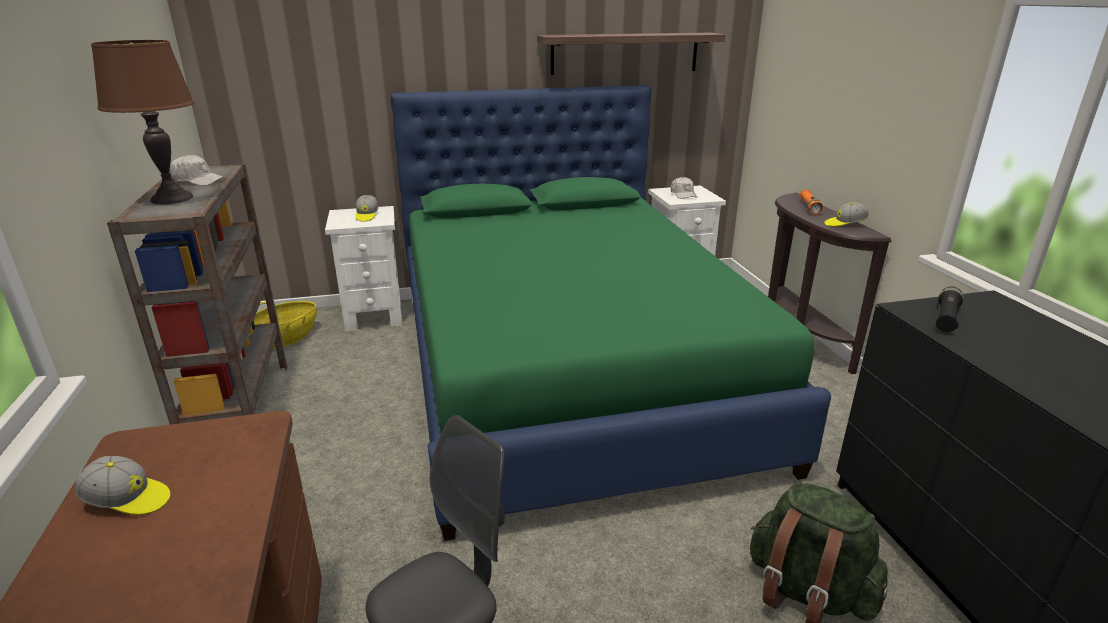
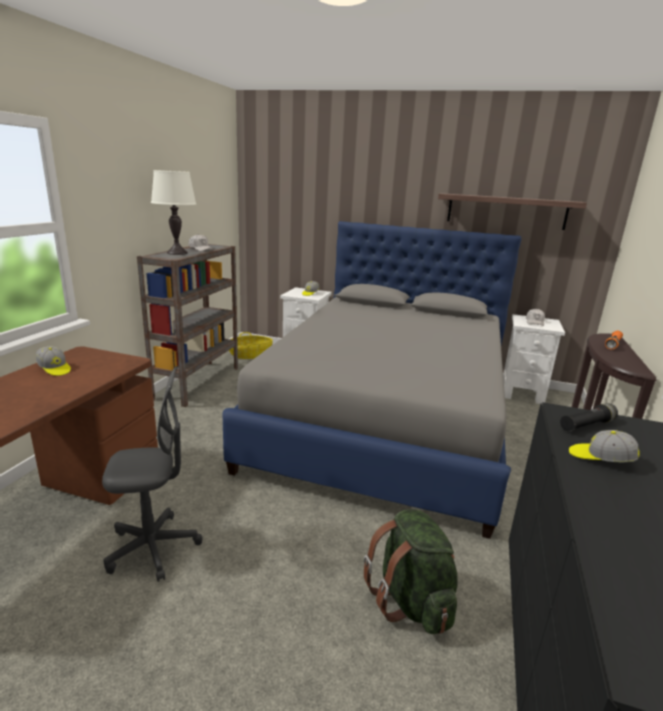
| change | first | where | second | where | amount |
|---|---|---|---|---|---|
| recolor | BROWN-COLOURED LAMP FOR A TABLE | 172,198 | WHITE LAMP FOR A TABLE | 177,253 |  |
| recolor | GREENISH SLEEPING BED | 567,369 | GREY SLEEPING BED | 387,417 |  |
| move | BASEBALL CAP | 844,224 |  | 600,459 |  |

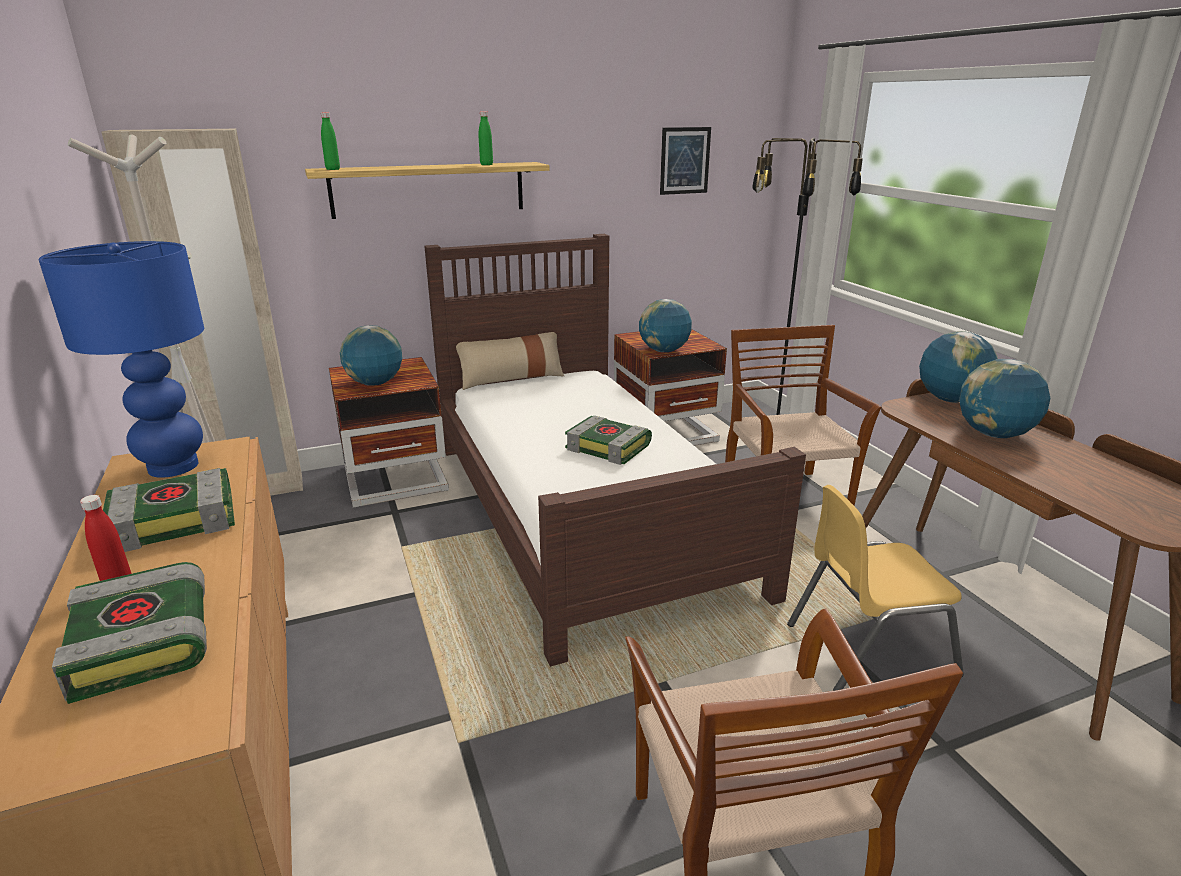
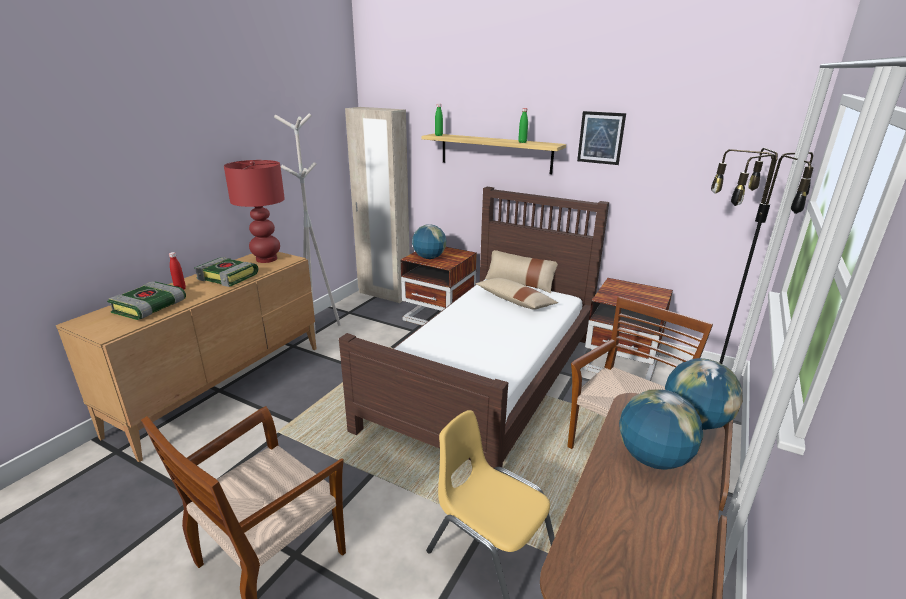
| change | first | where | second | where | amount |
|---|---|---|---|---|---|
| recolor | BLUE LAMP FOR A TABLE | 172,466 | REDDISH LAMP FOR A TABLE | 266,259 |  |
| delete | BOOK | 609,447 |  |  |  |
| delete | GLOBE | 664,351 |  |  |  |
| move | WALL PICTURE | 685,161 |  | 601,138 |  |
| insert |  |  | BEIGE-COLOURED CUSHION | 515,301 |  |

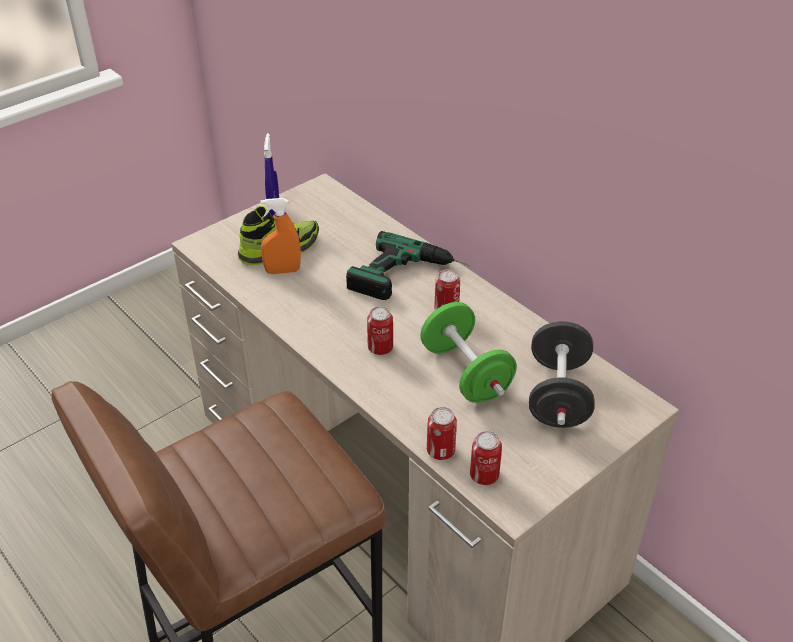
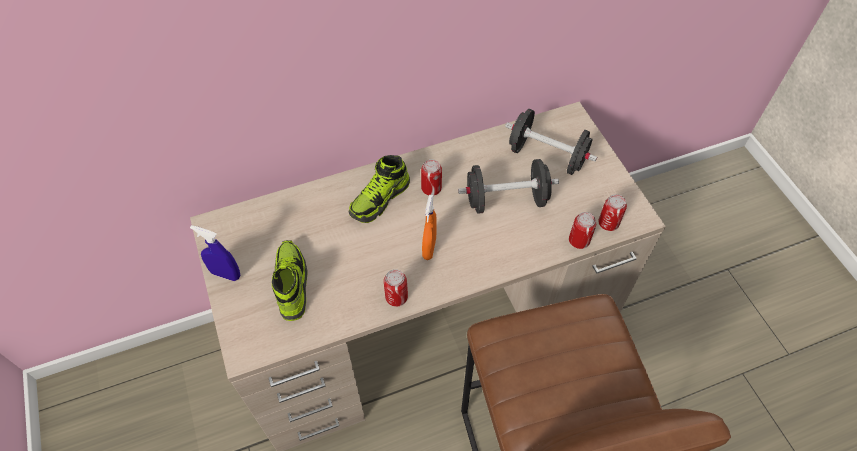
| change | first | where | second | where | amount |
|---|---|---|---|---|---|
| move | ORANGE SPRAYER | 282,271 |  | 429,248 |  |
| replace | ELECTRIC DRILL | 410,277 | LOW SHOE | 380,199 |  |
| move | SEALED CAN | 380,348 |  | 396,297 |  |
| recolor | GREENISH DUMBBELL | 466,373 | BLACK-COLOURED DUMBBELL | 506,200 |  |

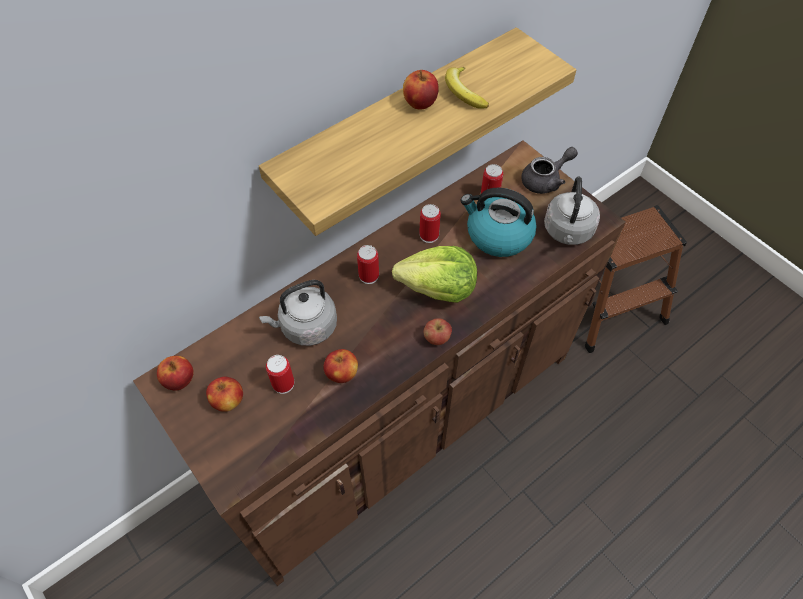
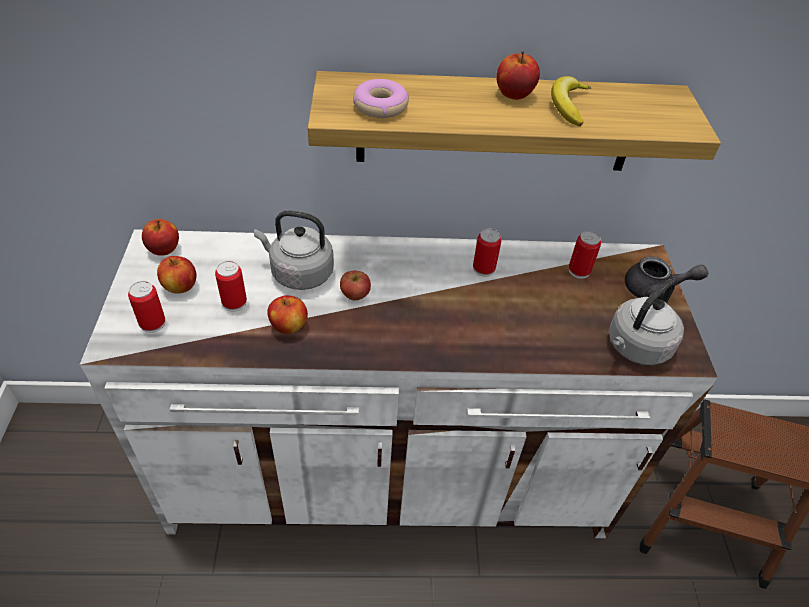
| change | first | where | second | where | amount |
|---|---|---|---|---|---|
| recolor | BROWN-COLOURED CABINET | 402,420 | WHITE CABINET | 393,477 |  |
| move | SEALED CAN | 369,276 |  | 152,323 |  |
| delete | LETTUCE | 438,288 |  |  |  |
| move | APPLE FRUIT | 436,338 |  | 355,295 |  |
| delete | TEA KETTLE | 497,235 |  |  |  |
| insert |  |  | RING DOUGHNUT | 380,106 |  |

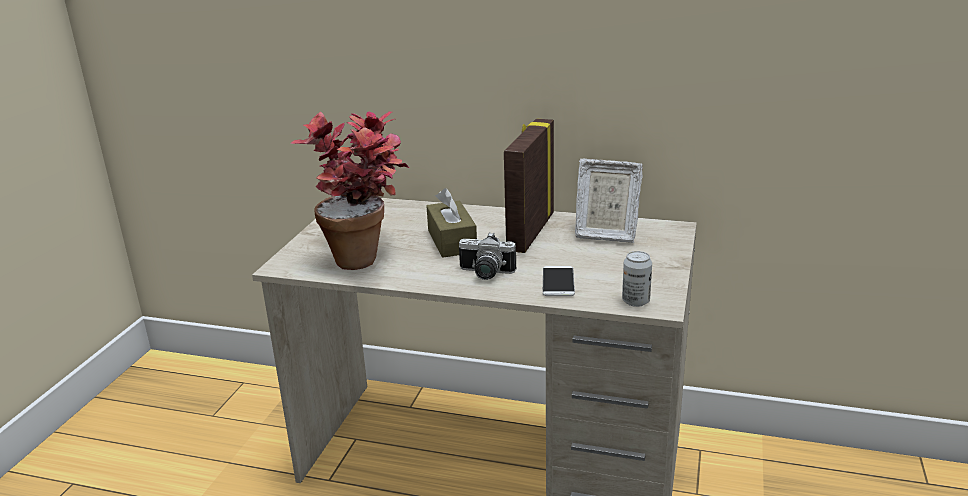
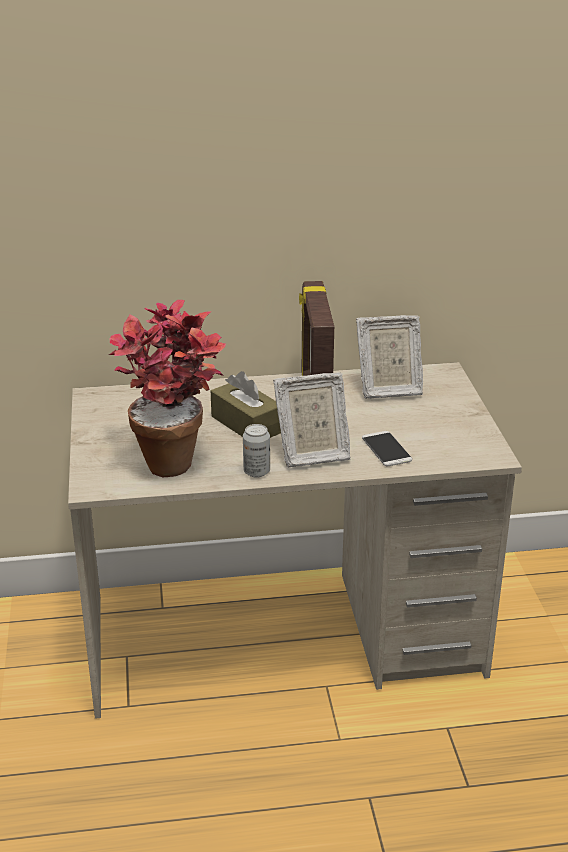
| change | first | where | second | where | amount |
|---|---|---|---|---|---|
| replace | STILL CAMERA | 485,274 | PHOTO FRAME | 311,454 |  |
| move | SEALED CAN | 635,301 |  | 256,472 |  |

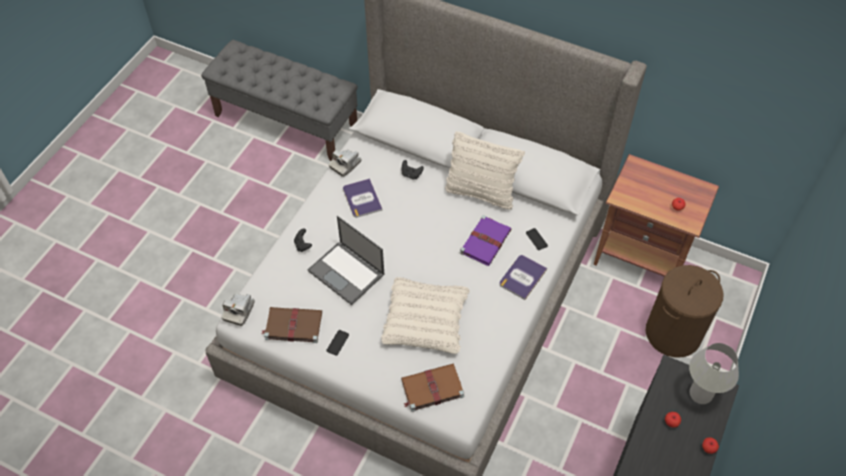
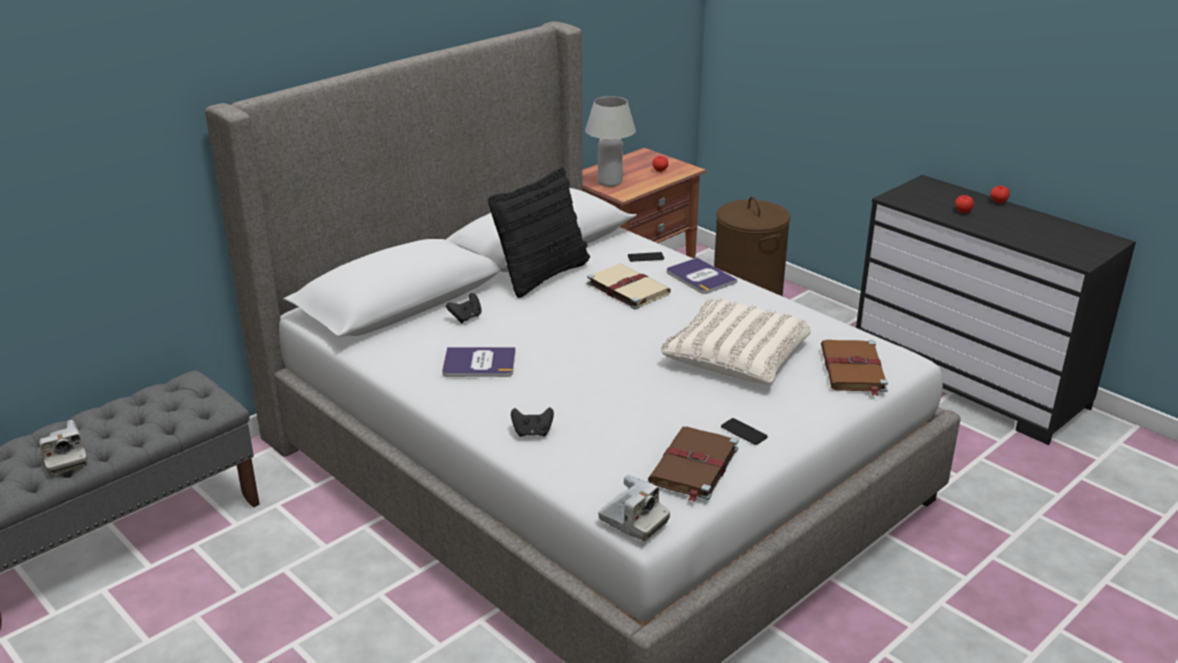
| change | first | where | second | where | amount |
|---|---|---|---|---|---|
| delete | NOTEBOOK COMPUTER | 347,273 |  |  |  |
| move | STILL CAMERA | 345,165 |  | 65,459 |  |
| recolor | BEIGE-COLOURED CUSHION | 481,192 | BLACK-COLOURED CUSHION | 542,276 |  |
| recolor | PURPLISH BOOK | 486,241 | BEIGE-COLOURED BOOK | 626,288 |  |
| move | WHITE LAMP FOR A TABLE | 700,394 |  | 609,182 |  |

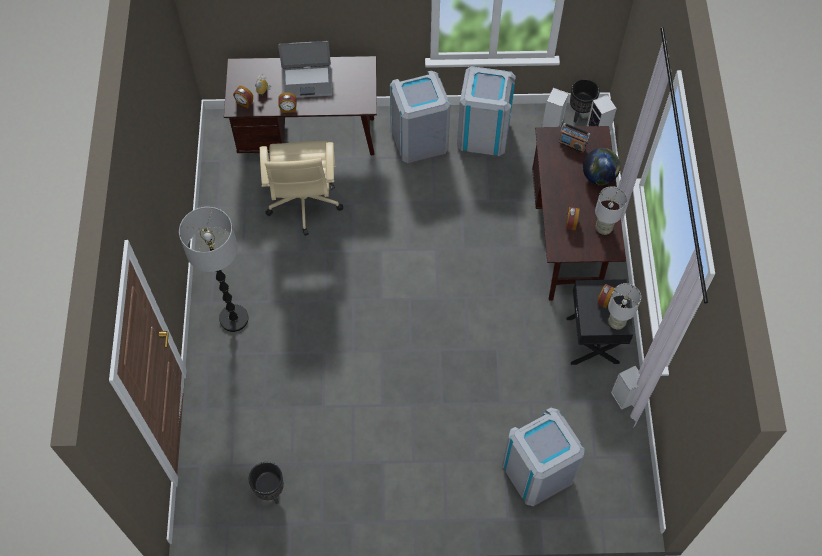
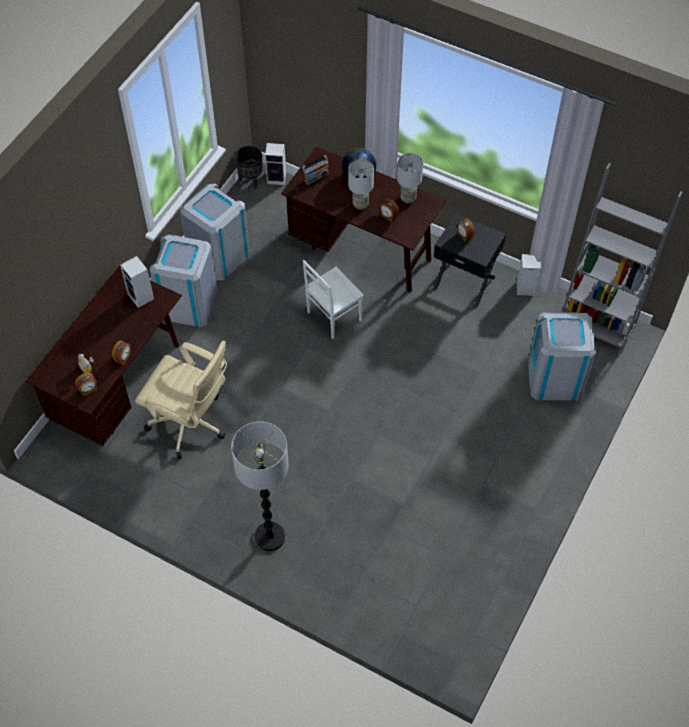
| change | first | where | second | where | amount |
|---|---|---|---|---|---|
| delete | BLACK-COLOURED PLANTER | 270,491 |  |  |  |
| delete | NOTEBOOK COMPUTER | 307,82 |  |  |  |
| move | SPEAKER | 552,124 |  | 141,297 |  |
| move | GREY LAMP FOR A TABLE | 616,323 |  | 360,204 |  |
| insert |  |  | WHITE PLAIN CHAIR | 333,316 |  |
| insert |  |  | GREY SHELVING UNIT | 596,325 |  |

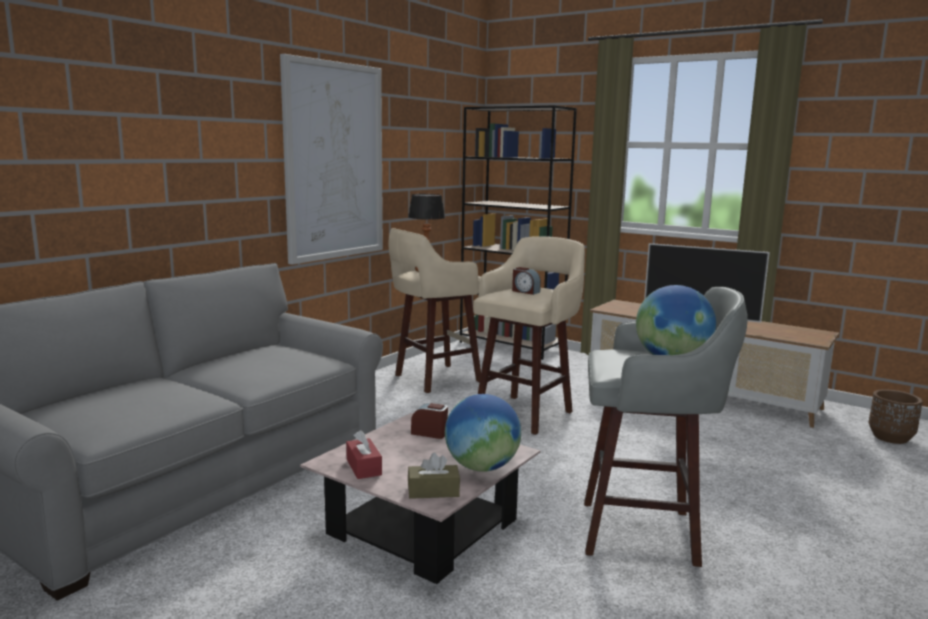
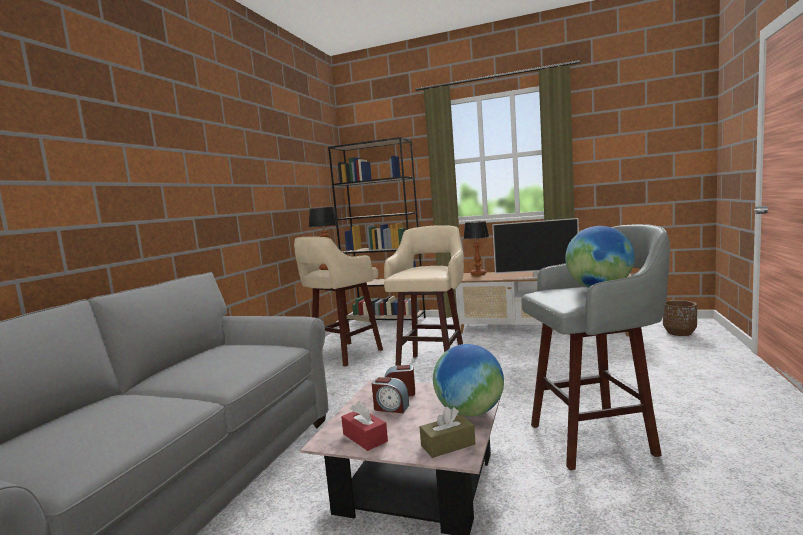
| change | first | where | second | where | amount |
|---|---|---|---|---|---|
| delete | WALL PICTURE | 334,162 |  |  |  |
| move | BEDSIDE CLOCK | 525,291 |  | 391,408 |  |
| insert |  |  | LAMP FOR A TABLE | 478,274 |  |

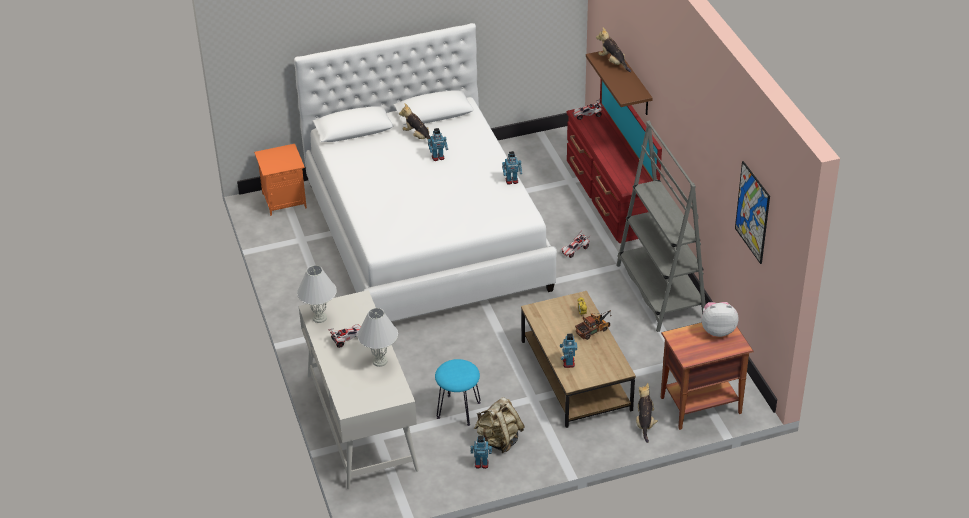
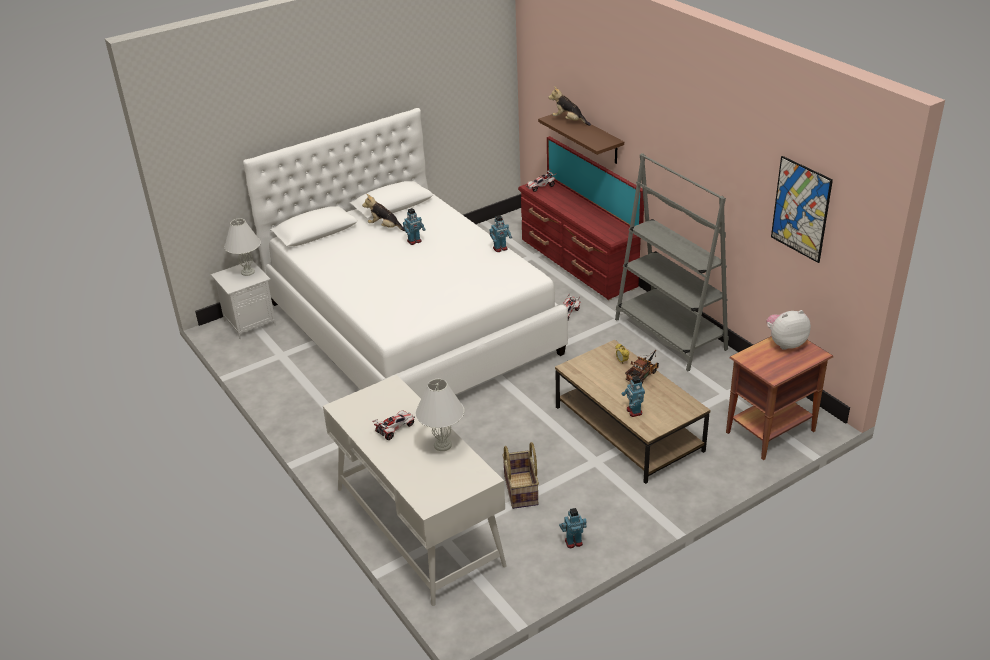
| change | first | where | second | where | amount |
|---|---|---|---|---|---|
| recolor | ORANGE NIGHT TABLE | 285,200 | GREY NIGHT TABLE | 250,322 |  |
| move | WHITE LAMP FOR A TABLE | 319,317 |  | 247,272 |  |
| replace | BLUE-GREEN STOOL | 458,410 | STORAGE BASKET | 521,490 |  |
| delete | BEIGE-COLOURED BACKPACK | 499,440 |  |  |  |
| delete | PLUSH TOY | 644,423 |  |  |  |

